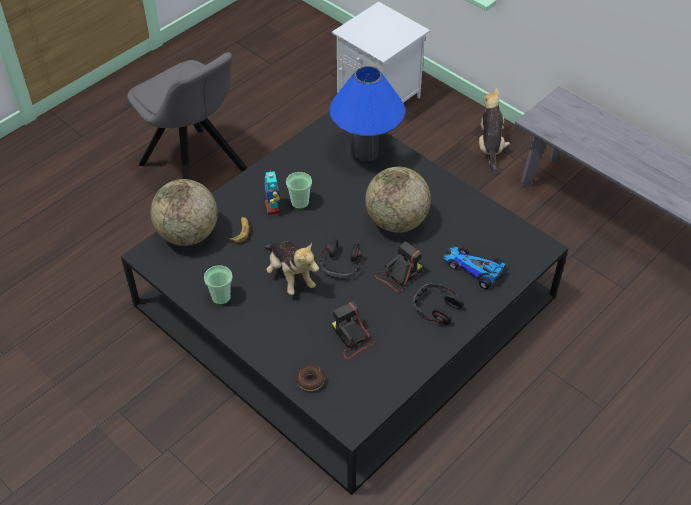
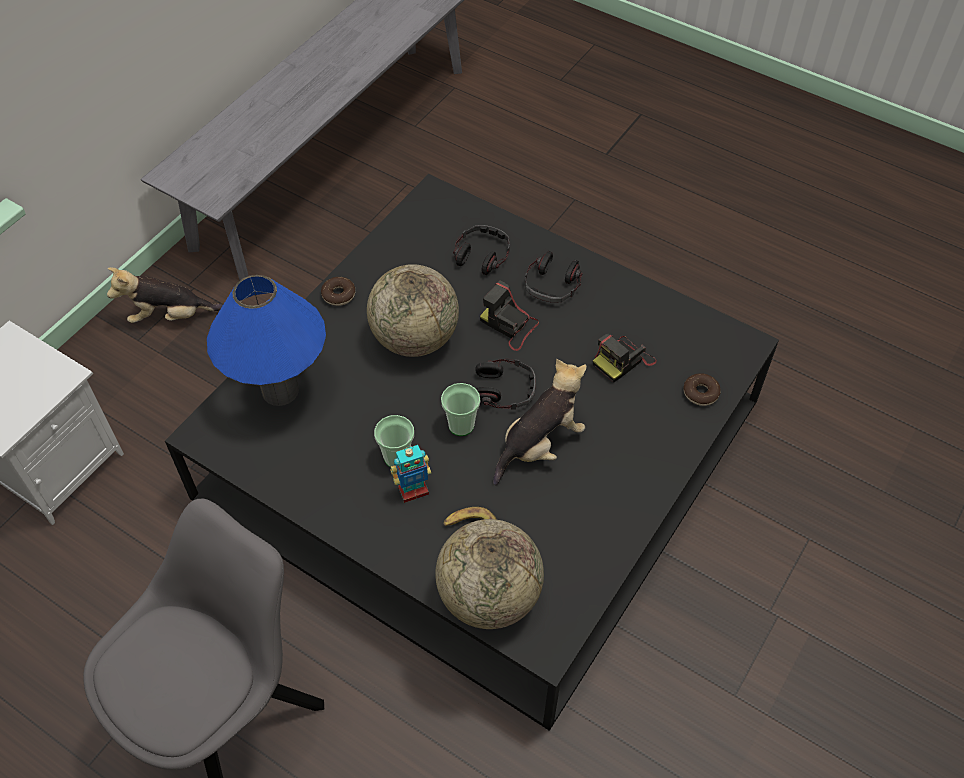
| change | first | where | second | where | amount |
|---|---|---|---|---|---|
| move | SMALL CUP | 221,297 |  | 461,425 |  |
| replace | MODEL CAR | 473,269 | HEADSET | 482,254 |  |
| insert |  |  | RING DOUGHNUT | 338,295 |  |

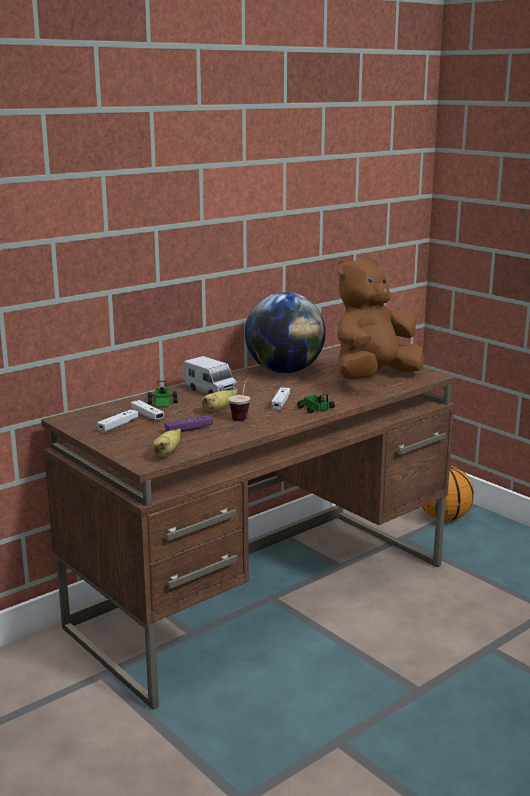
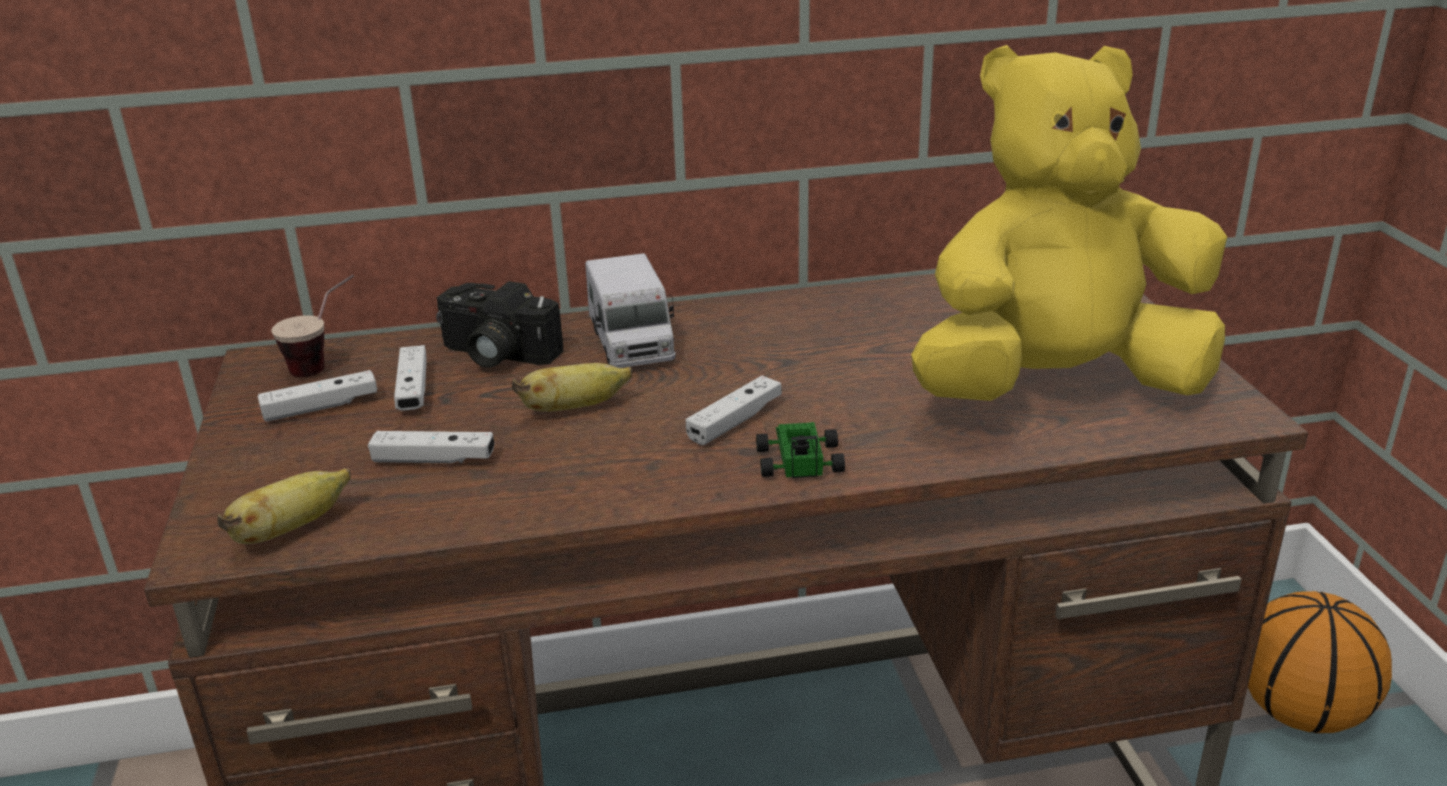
| change | first | where | second | where | amount |
|---|---|---|---|---|---|
| replace | MODEL CAR | 162,402 | STILL CAMERA | 495,355 |  |
| recolor | PURPLISH JOYPAD | 189,429 | WHITE JOYPAD | 434,459 |  |
| move | SMALL CUP | 242,416 |  | 326,363 |  |
| delete | GLOBE | 284,371 |  |  |  |
| recolor | BROWN-COLOURED PLUSH TOY | 373,378 | YELLOW-COLOURED PLUSH TOY | 1057,387 |  |

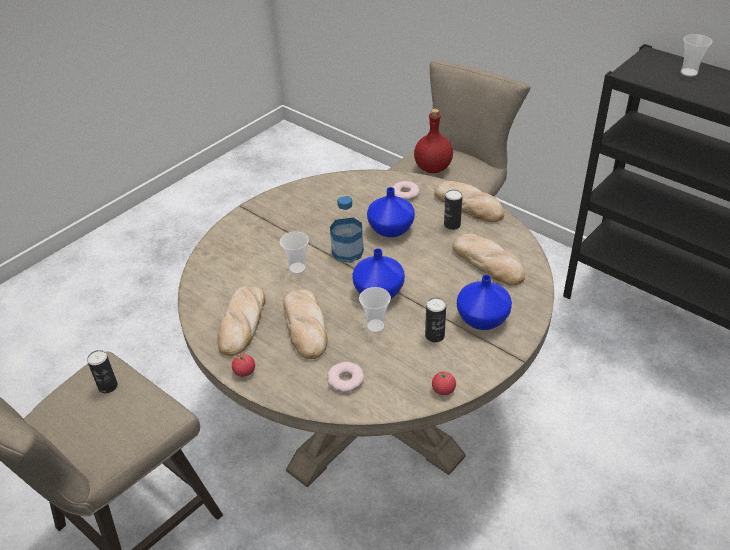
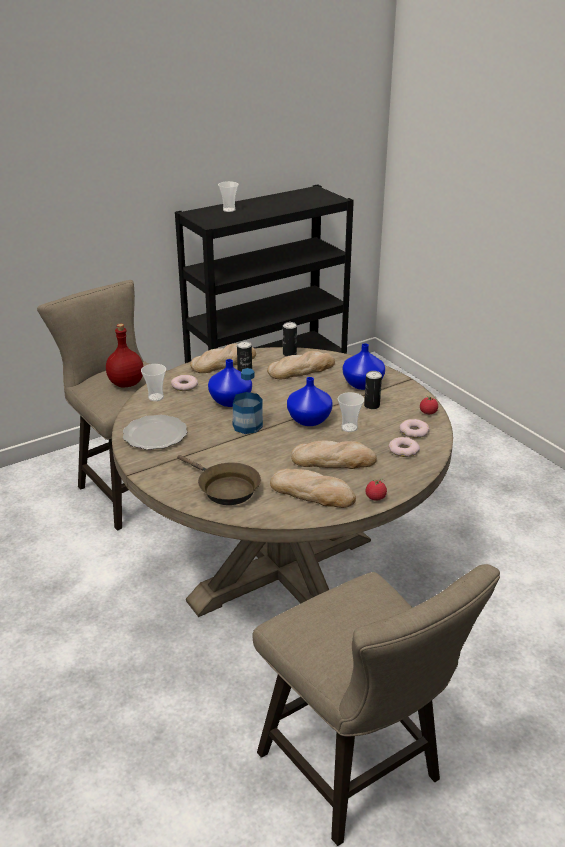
| change | first | where | second | where | amount |
|---|---|---|---|---|---|
| move | SEALED CAN | 108,386 |  | 289,354 |  |
| move | SMALL CUP | 297,268 |  | 156,397 |  |
| insert |  |  | FLAT DISH | 156,435 |  |
| insert |  |  | BROWN-COLOURED FRYING PAN | 225,488 |  |
| insert |  |  | RING DOUGHNUT | 414,431 |  |

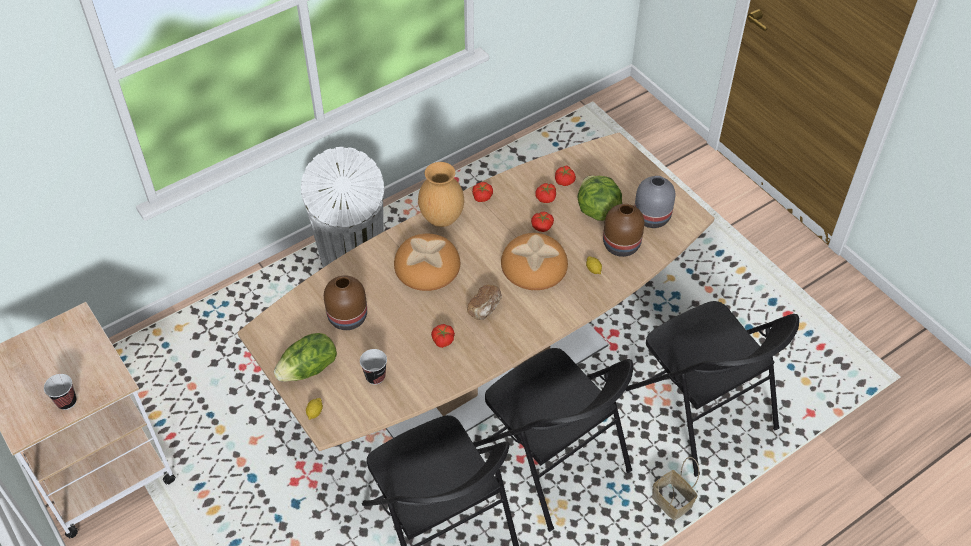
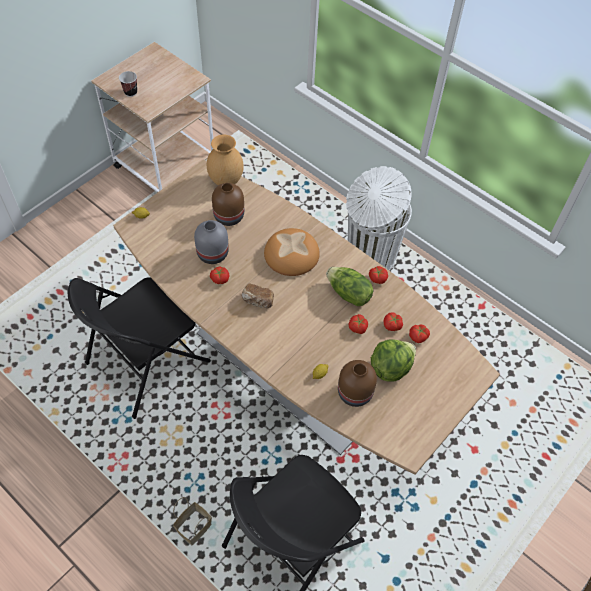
| change | first | where | second | where | amount |
|---|---|---|---|---|---|
| move | LETTUCE | 309,369 |  | 348,294 |  |
| delete | SMALL CUP | 375,376 |  |  |  |
| move | BROWN-COLOURED DECORATIVE VASE | 442,218 |  | 226,182 |  |
| delete | BLACK-COLOURED PLAIN CHAIR | 551,458 |  |  |  |
| delete | BAKERY BREAD | 533,265 |  |  |  |
| move | GREY DECORATIVE VASE | 651,217 |  | 212,253 |  |

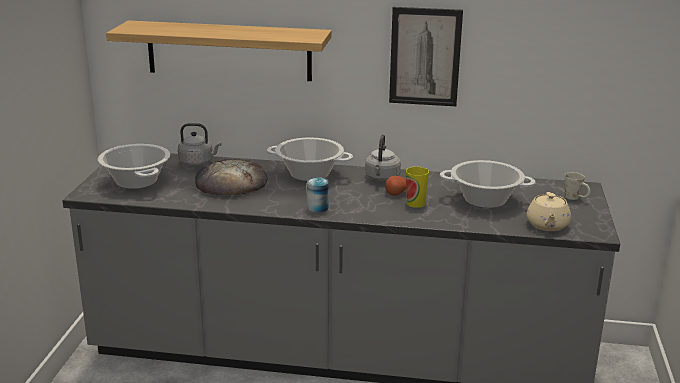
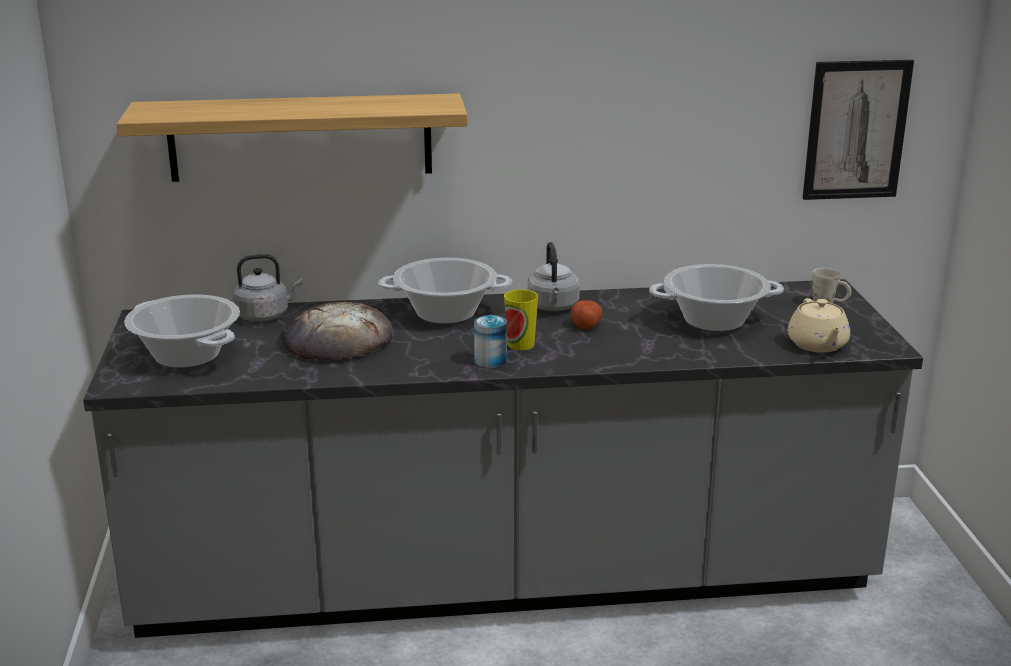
| change | first | where | second | where | amount |
|---|---|---|---|---|---|
| move | WALL PICTURE | 425,57 |  | 856,130 |  |
| move | SMALL CUP | 415,203 |  | 520,344 |  |

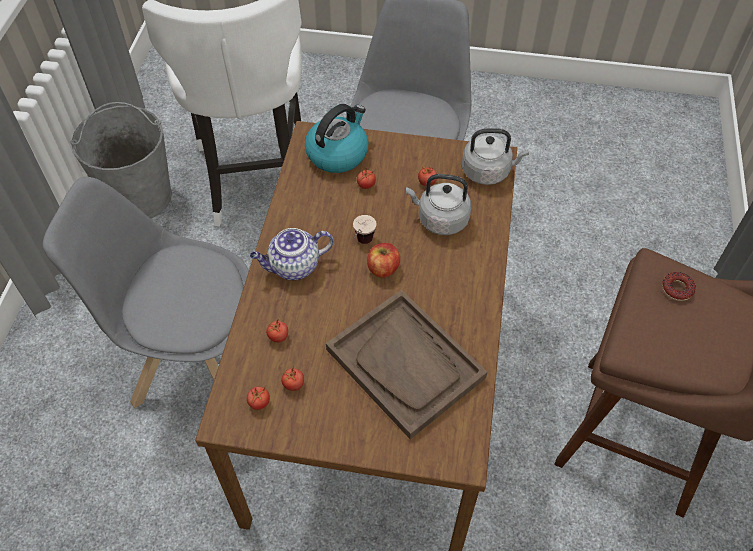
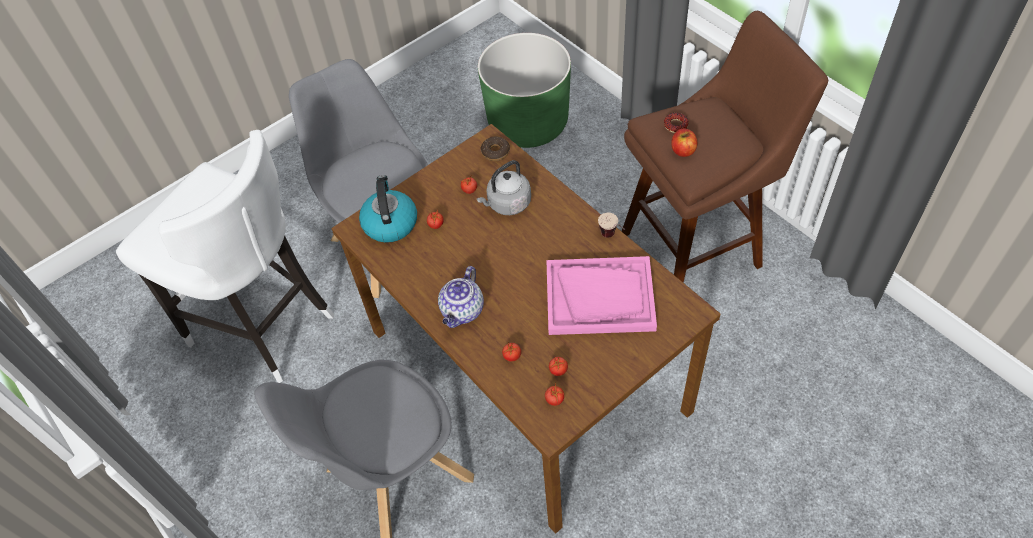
| change | first | where | second | where | amount |
|---|---|---|---|---|---|
| delete | GREY PAIL | 139,196 |  |  |  |
| recolor | BROWN-COLOURED CARRYING TRAY | 405,363 | PINKISH CARRYING TRAY | 600,297 |  |
| move | SMALL CUP | 362,245 |  | 612,238 |  |
| move | APPLE FRUIT | 383,268 |  | 683,150 |  |
| replace | GREY TEA KETTLE | 488,171 | RING DOUGHNUT | 495,152 |  |
| insert |  |  | GREENISH PLANTER | 528,123 |  |

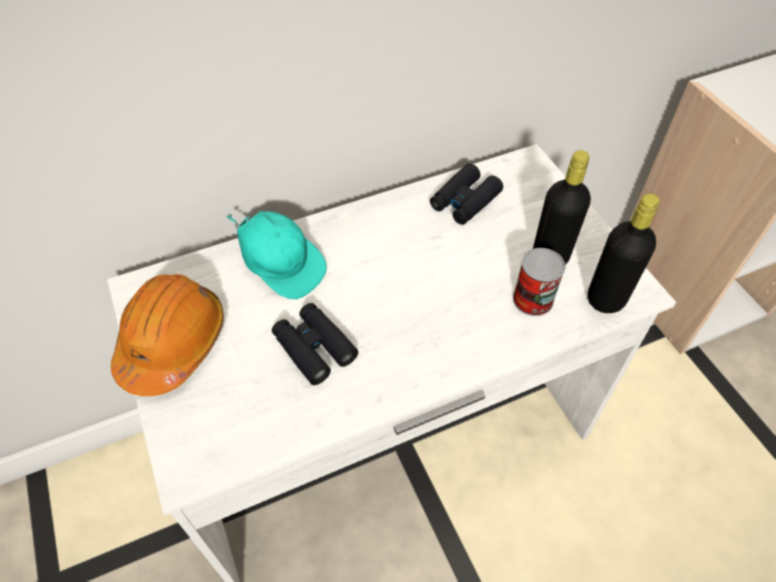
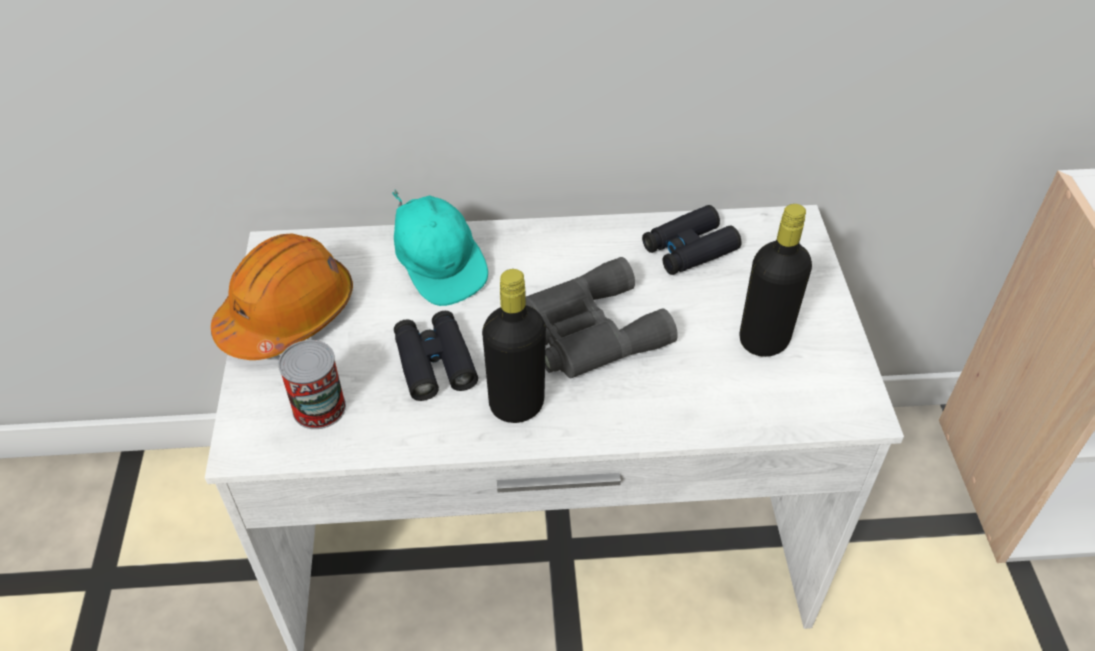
| change | first | where | second | where | amount |
|---|---|---|---|---|---|
| move | SEALED CAN | 533,299 |  | 319,408 |  |
| move | BLACK-COLOURED BOTTLE | 606,299 |  | 516,405 |  |
| insert |  |  | GREY FIELD GLASSES | 587,332 |  |

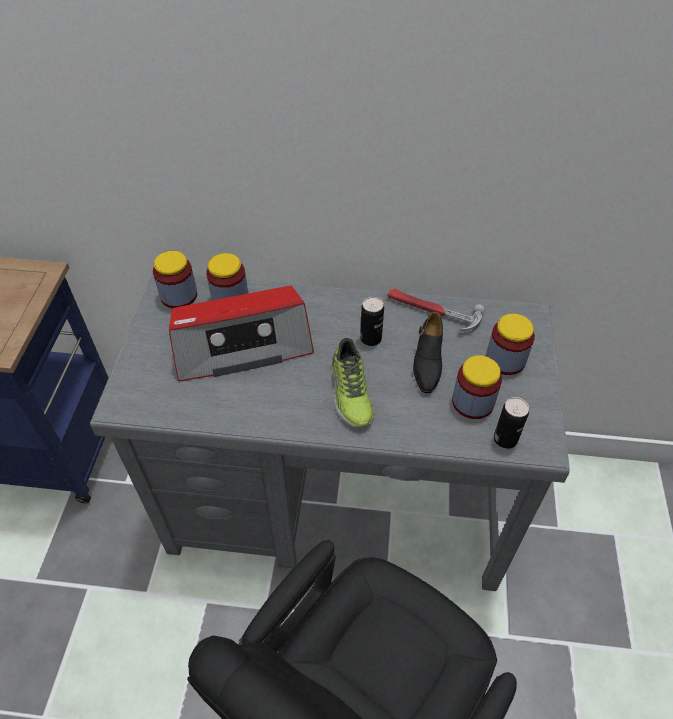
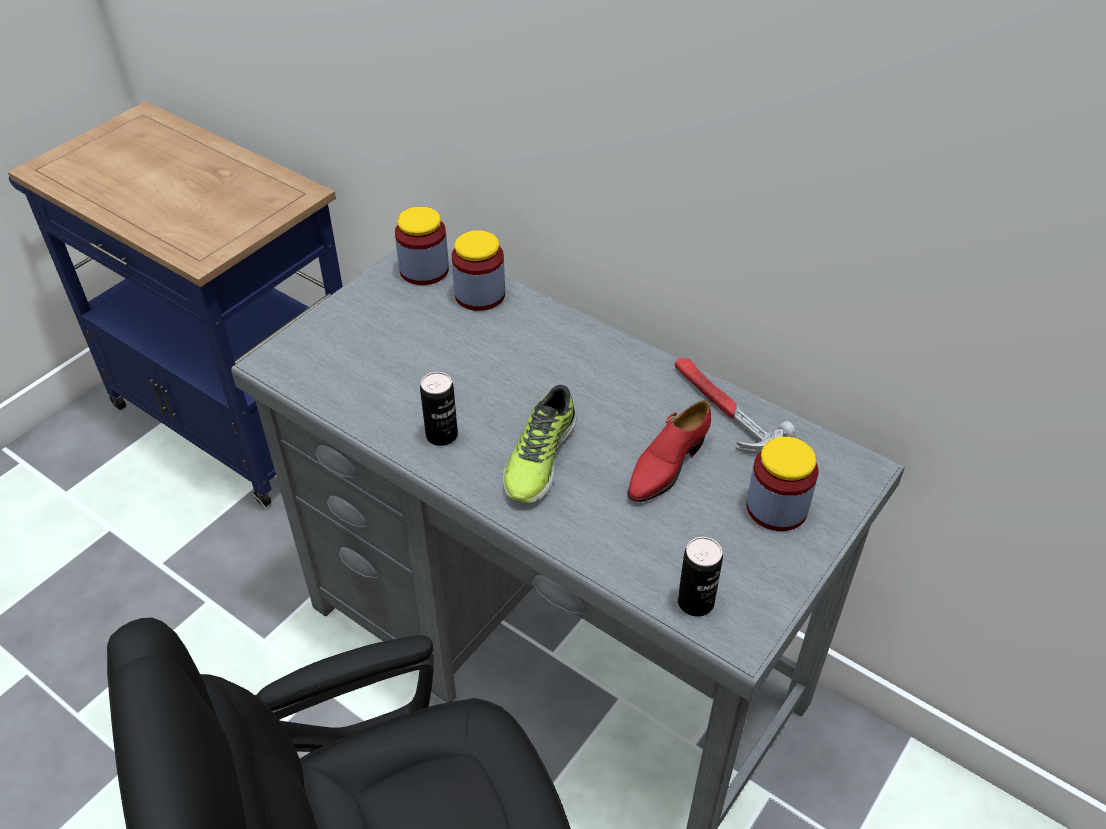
| change | first | where | second | where | amount |
|---|---|---|---|---|---|
| delete | RADIO | 242,345 |  |  |  |
| move | SEALED CAN | 370,338 |  | 441,435 |  |
| recolor | BLACK-COLOURED LOW SHOE | 427,362 | REDDISH LOW SHOE | 666,465 |  |
| delete | PRESERVE JAR | 472,402 |  |  |  |

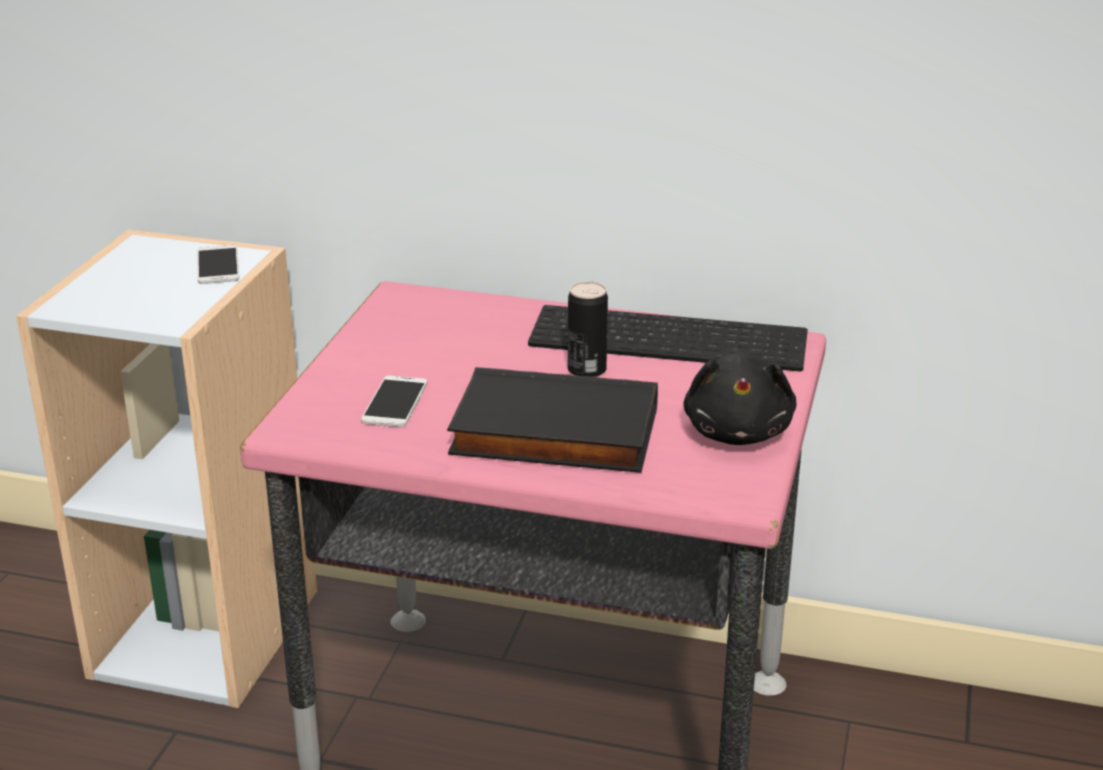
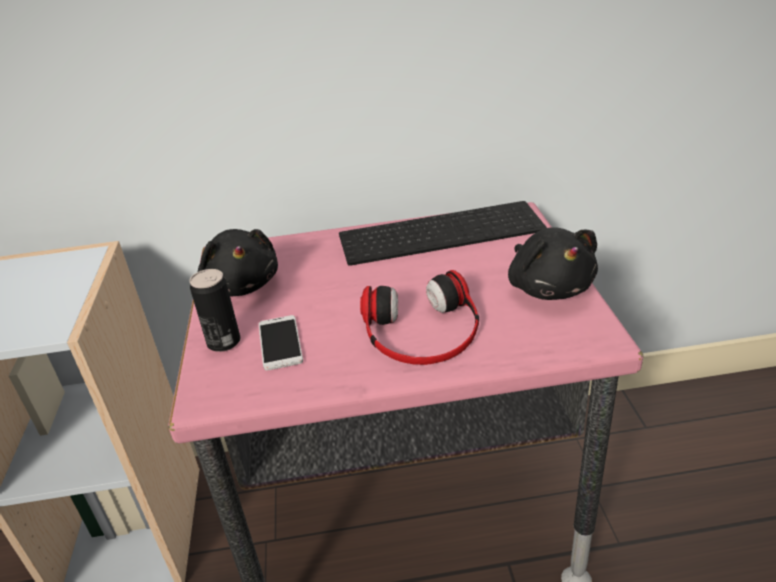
| change | first | where | second | where | amount |
|---|---|---|---|---|---|
| delete | HANDSET | 218,265 |  |  |  |
| replace | BLACK-COLOURED BOOK | 553,434 | HEADSET | 422,331 |  |
| move | SEALED CAN | 587,370 |  | 224,342 |  |
| insert |  |  | BLACK-COLOURED PLUSH TOY | 242,285 |  |

